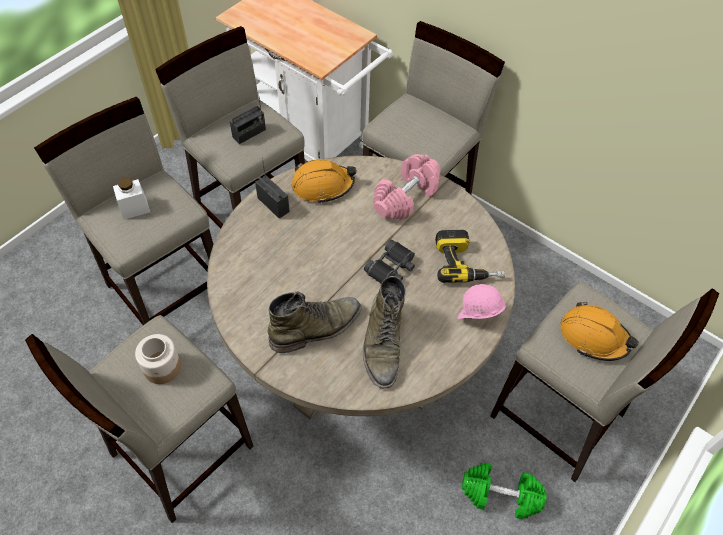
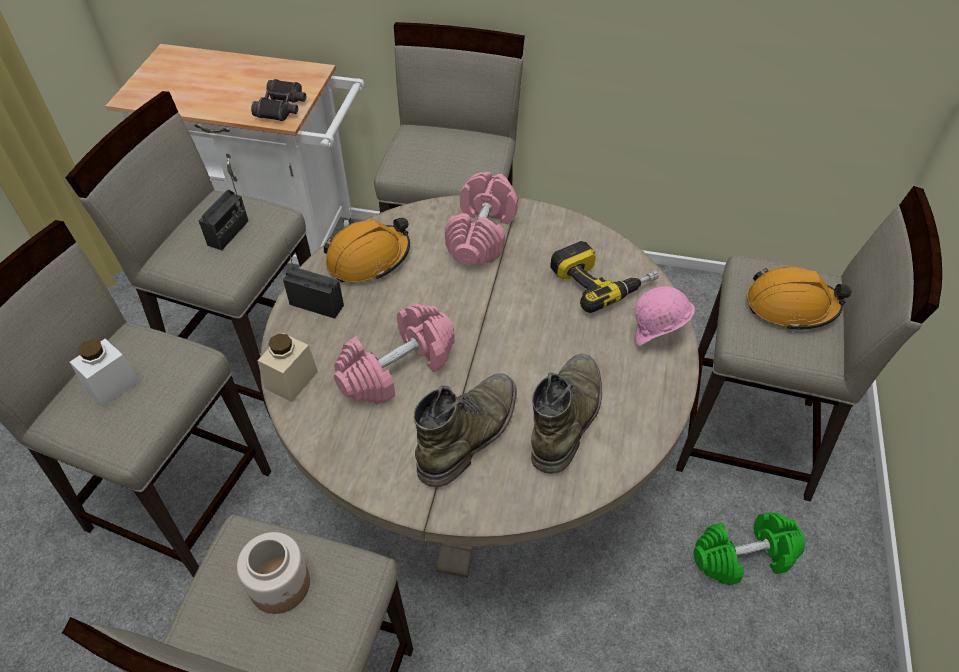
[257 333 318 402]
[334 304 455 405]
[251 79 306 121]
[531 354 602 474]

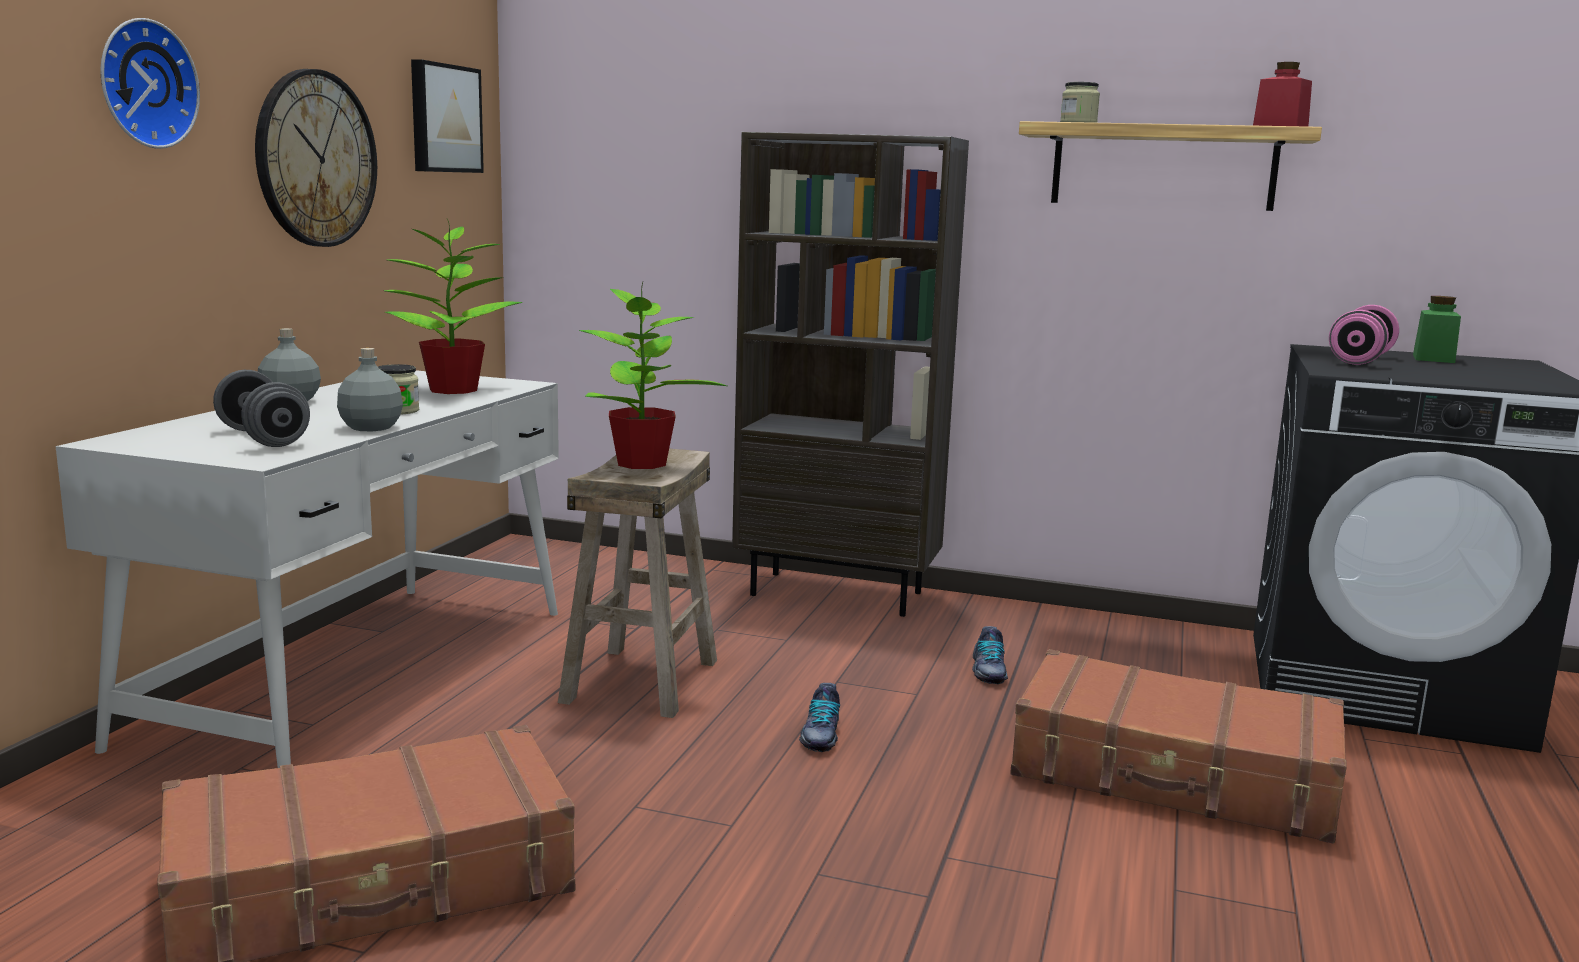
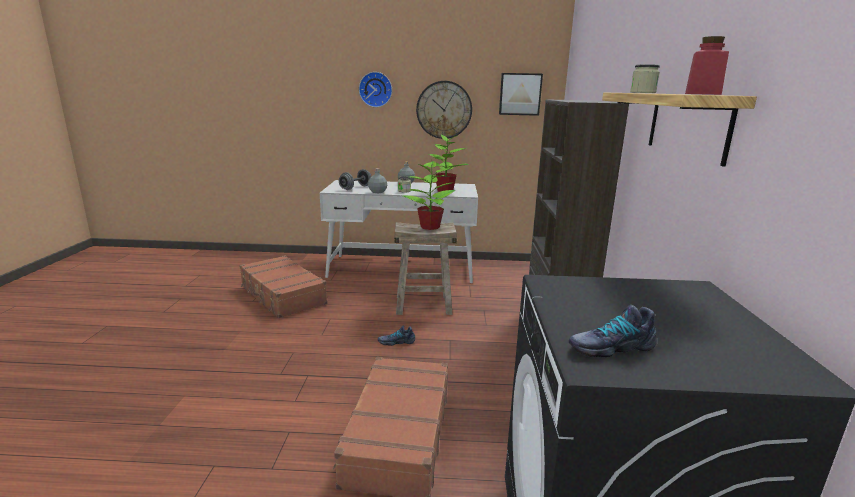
[1329 305 1399 365] (first image)
[1413 296 1461 363] (first image)
[569 305 657 357]

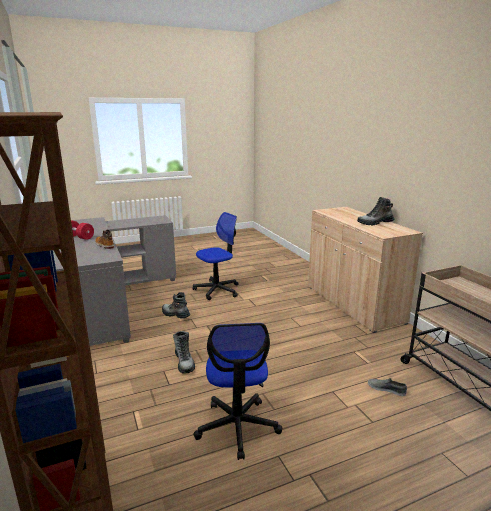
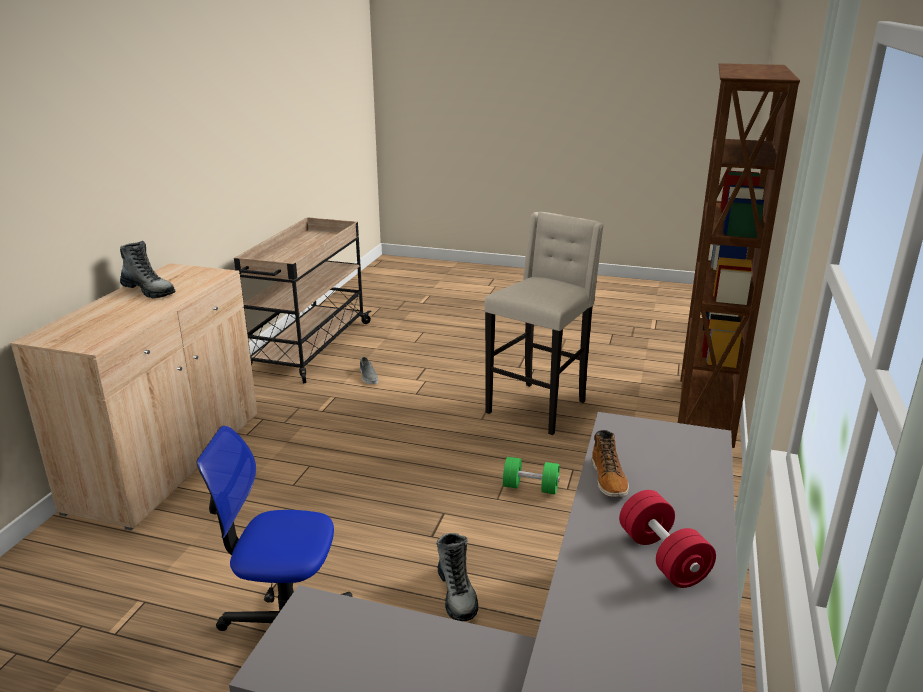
[503 457 560 494]
[484 212 604 435]

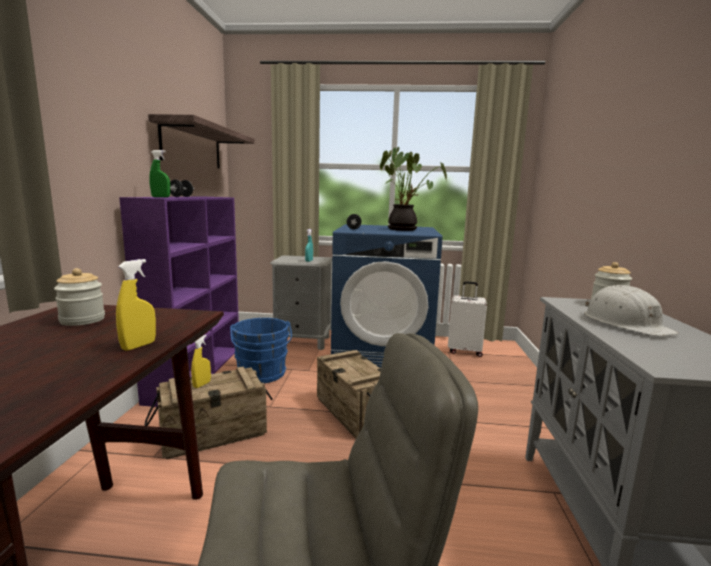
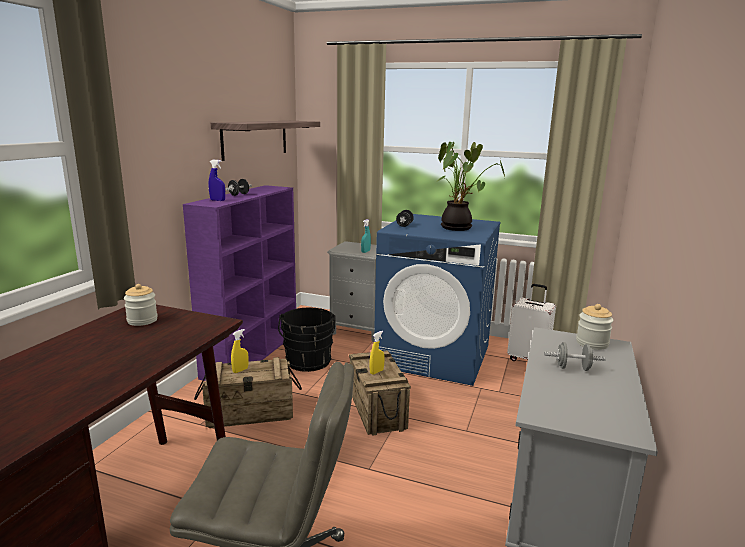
[369 331 385 375]
[544 342 606 371]
[209 160 225 201]
[278 308 336 372]

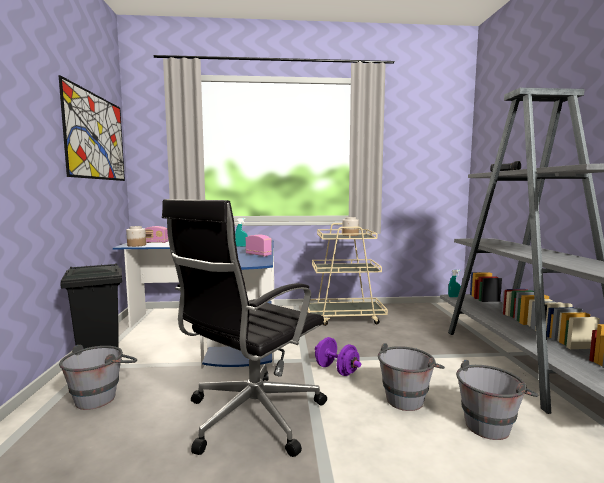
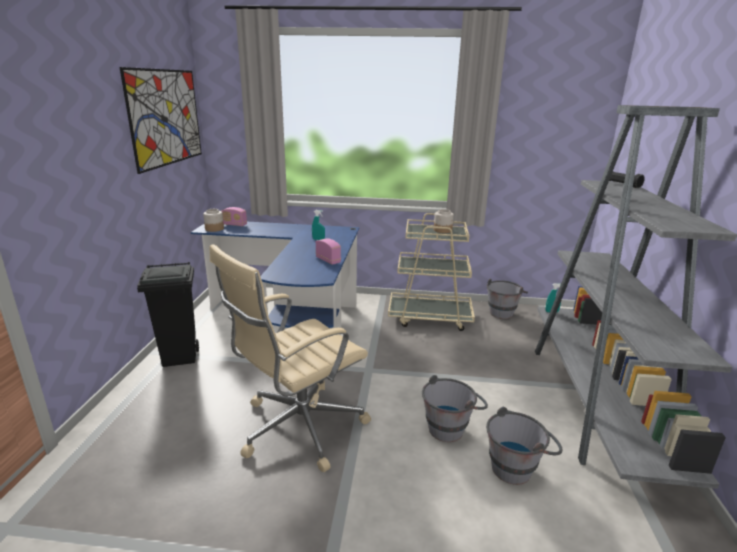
[315 337 361 376] (first image)
[487 279 528 319]
[209 244 371 472]

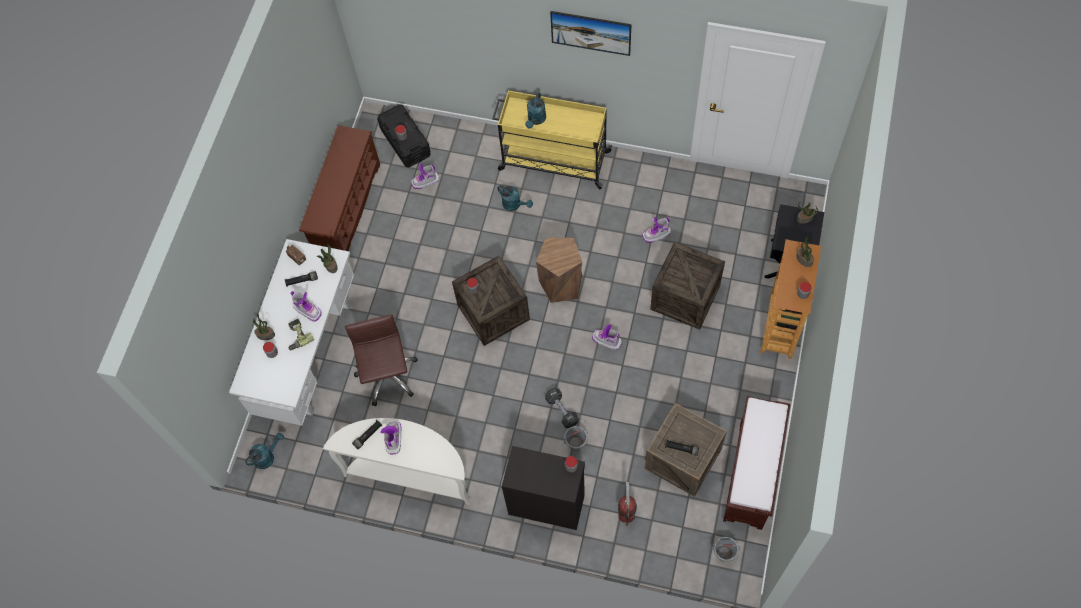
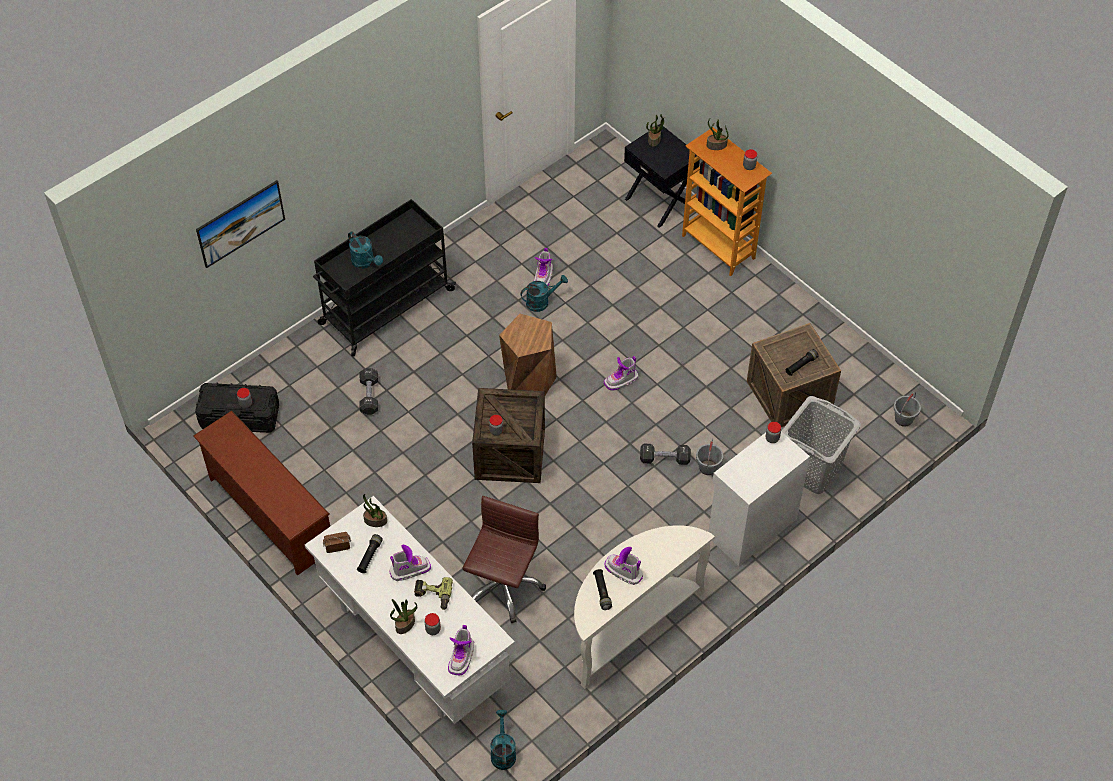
[650 242 725 330] (first image)
[723 396 791 530] (first image)
[359 368 378 415]
[448 625 474 675]
[521 275 568 312]
[196 180 285 268]
[781 396 861 494]
[313 199 456 357]
[709 432 810 566]
[462 496 546 623]

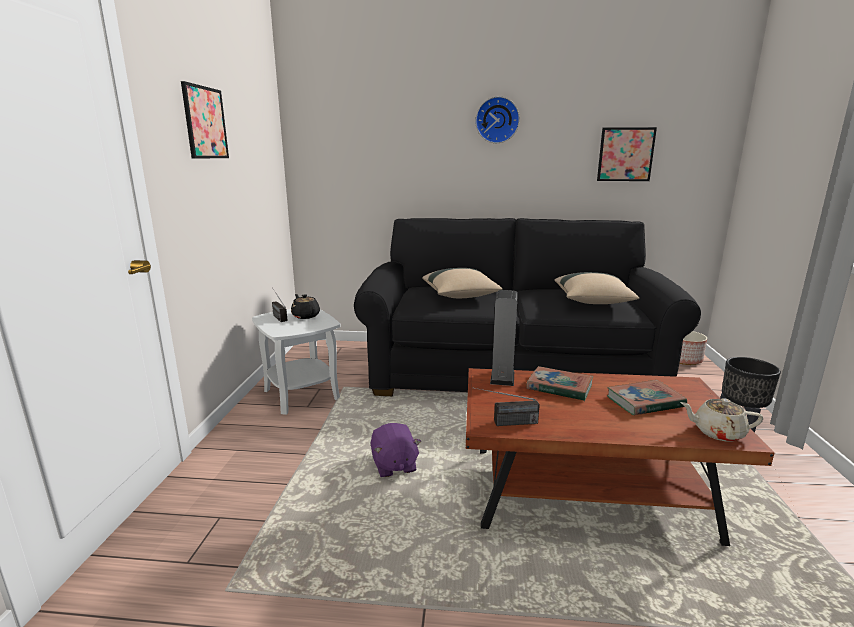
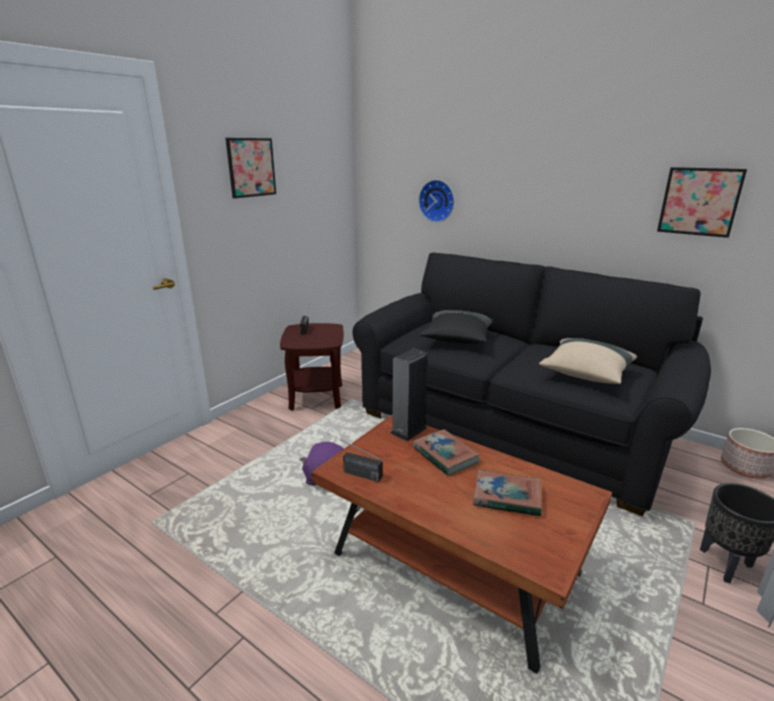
[291 294 320 319] (first image)
[680 398 763 442] (first image)
[419 180 454 222]
[280 323 344 411]
[419 310 494 344]

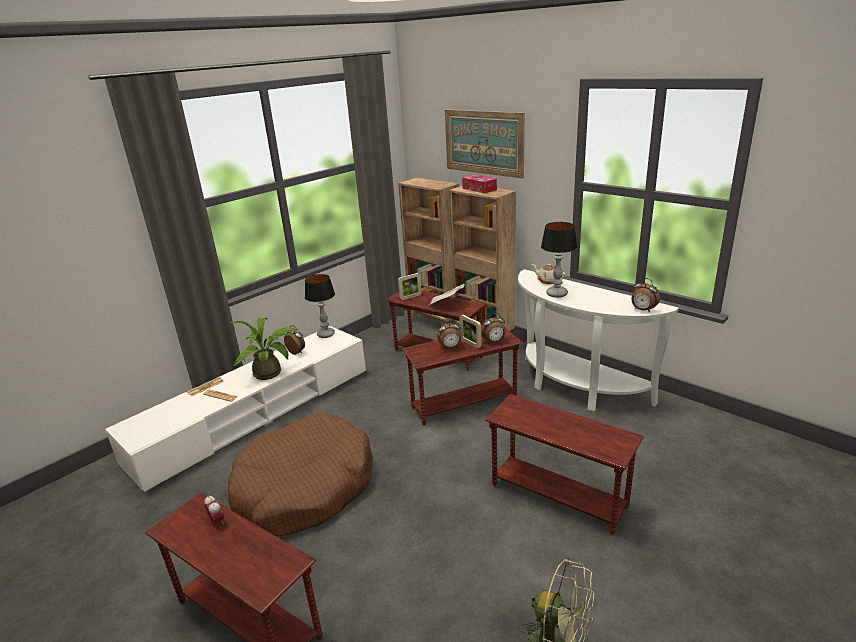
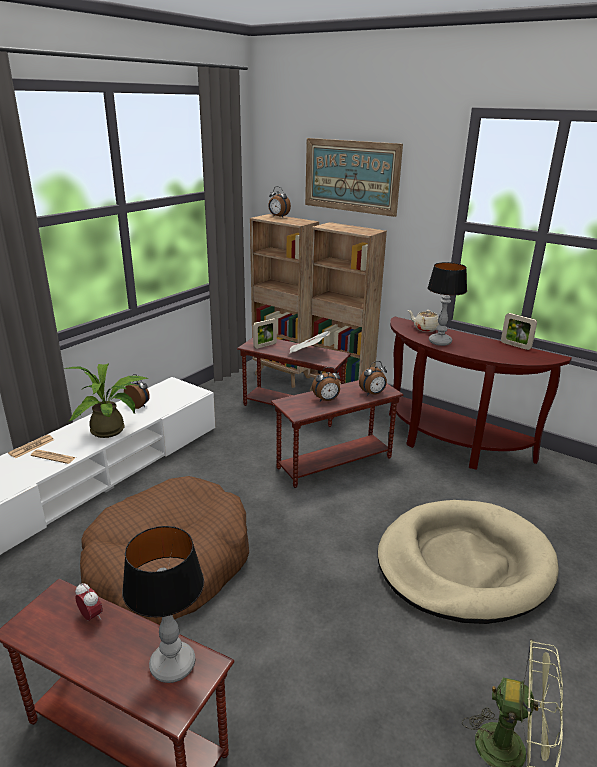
[462 175 497 193] (first image)
[122 526 204 683]
[501 313 537 350]
[268 186 291 217]
[378 500 559 624]
[389 316 572 470]

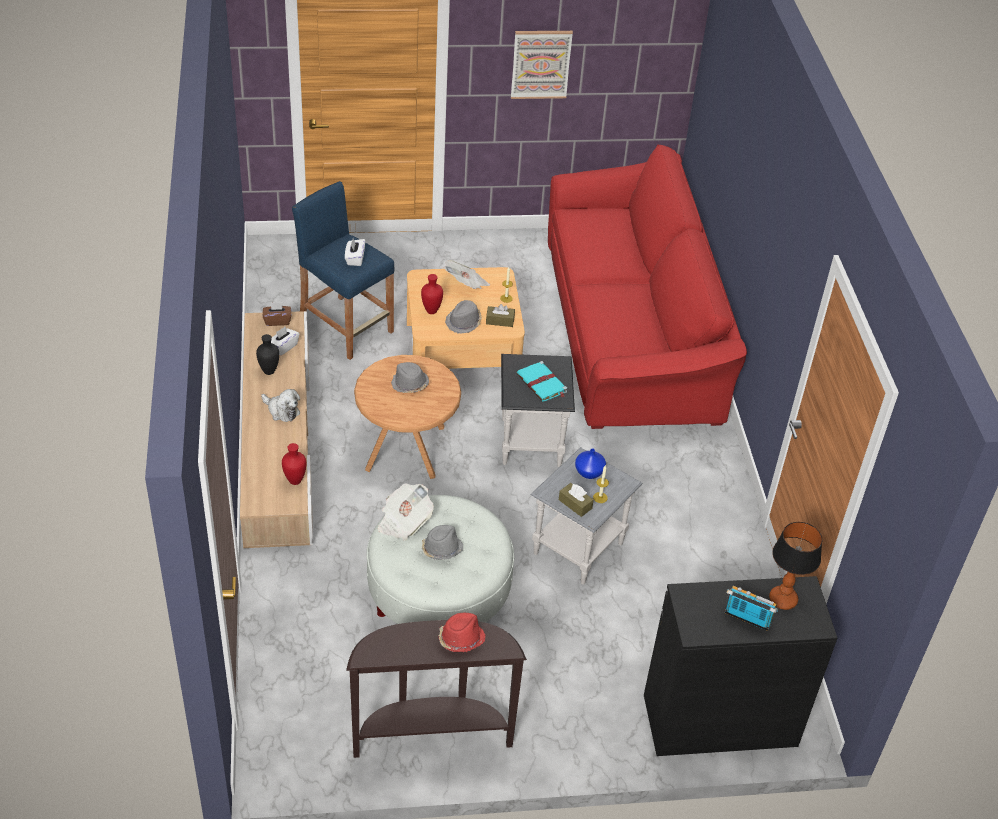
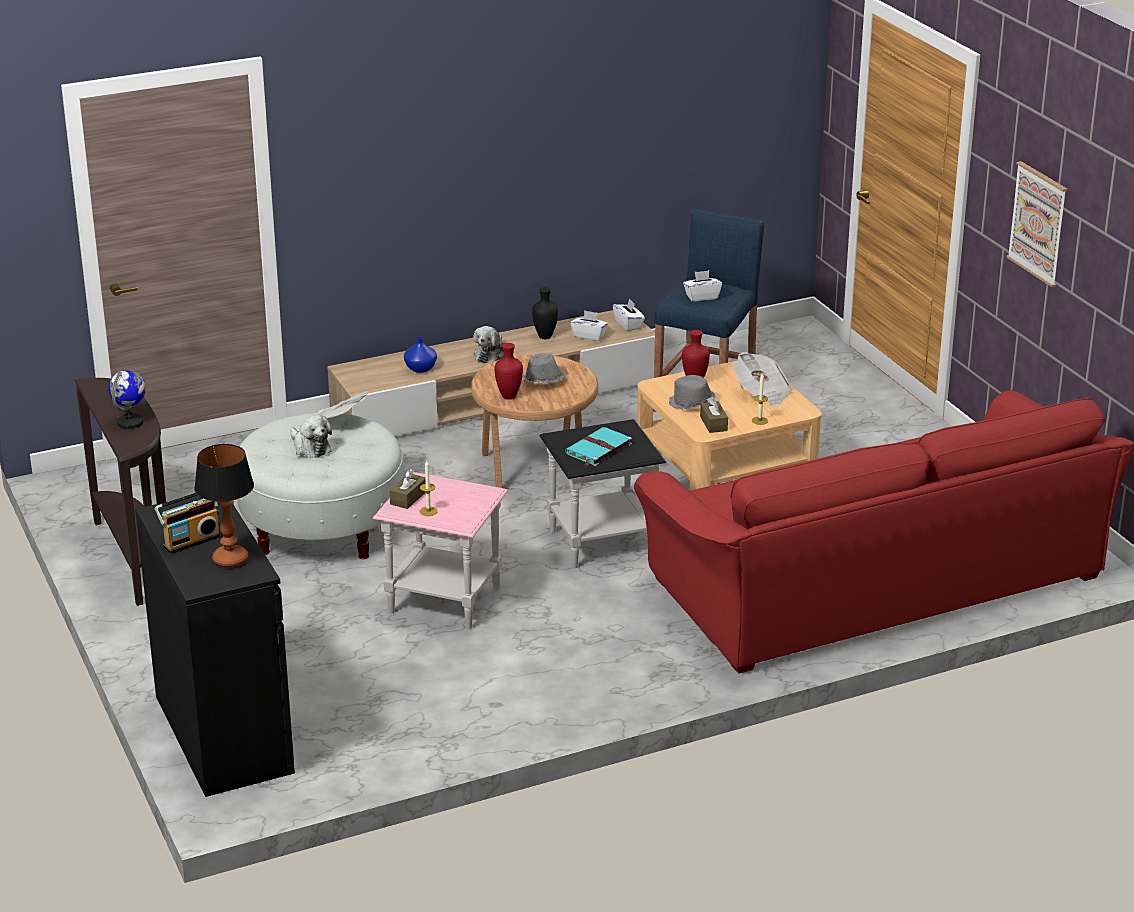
[494 343 523 400]
[404 337 437 373]
[290 415 332 458]
[108 370 146 429]
[613 298 645 331]
[373 472 508 629]
[155 493 221 554]

